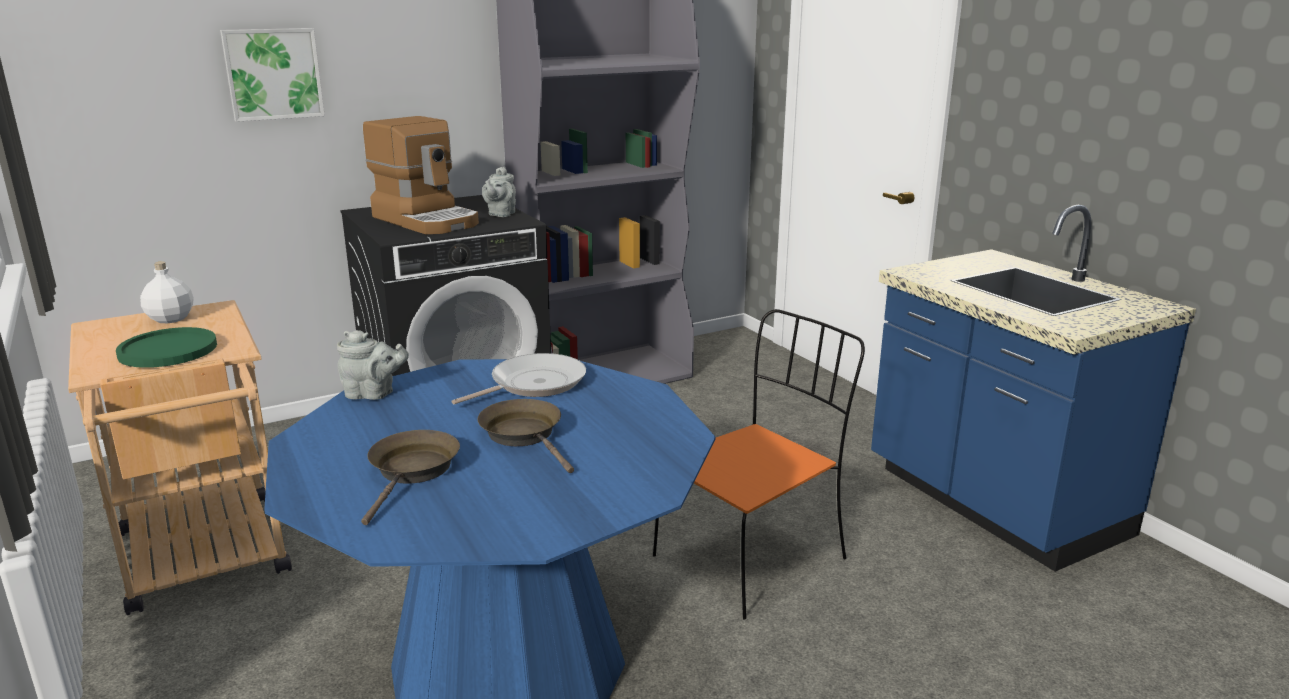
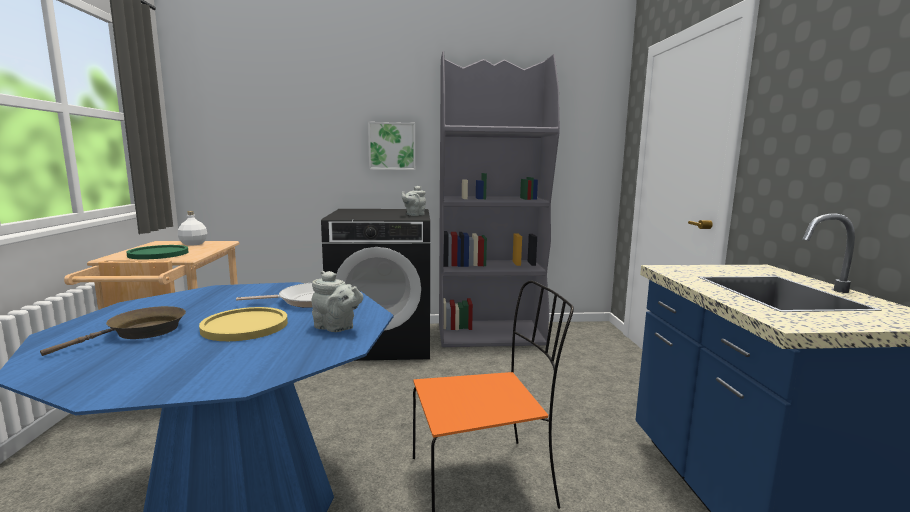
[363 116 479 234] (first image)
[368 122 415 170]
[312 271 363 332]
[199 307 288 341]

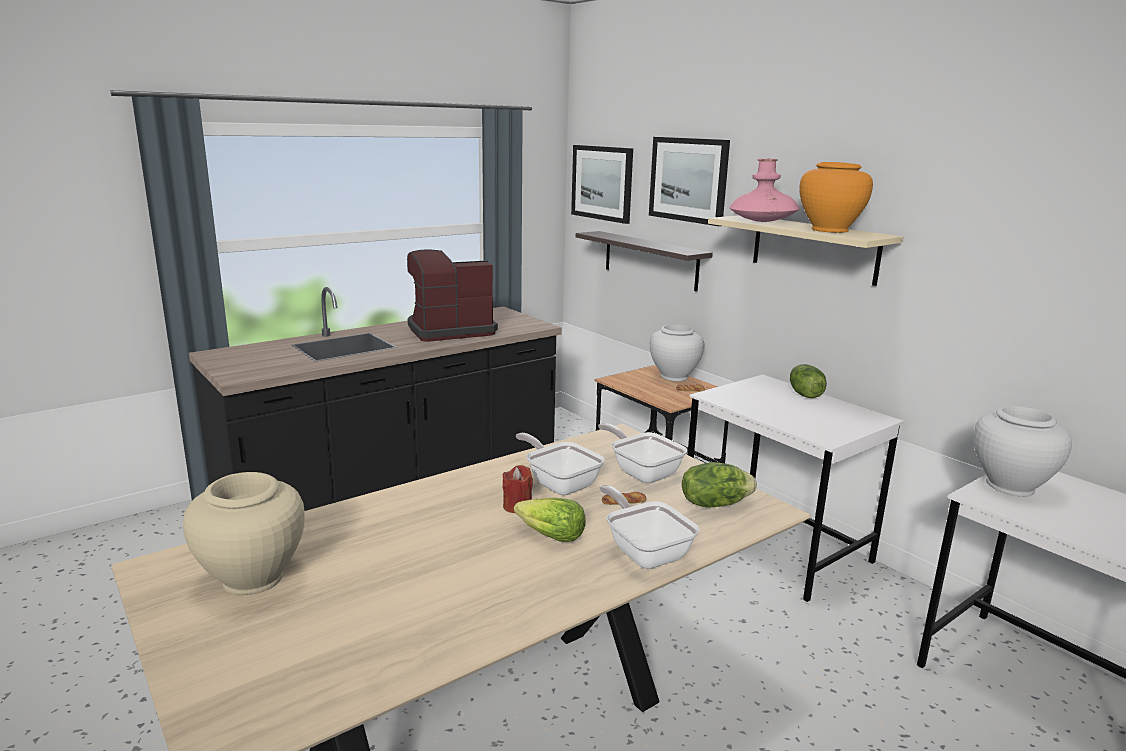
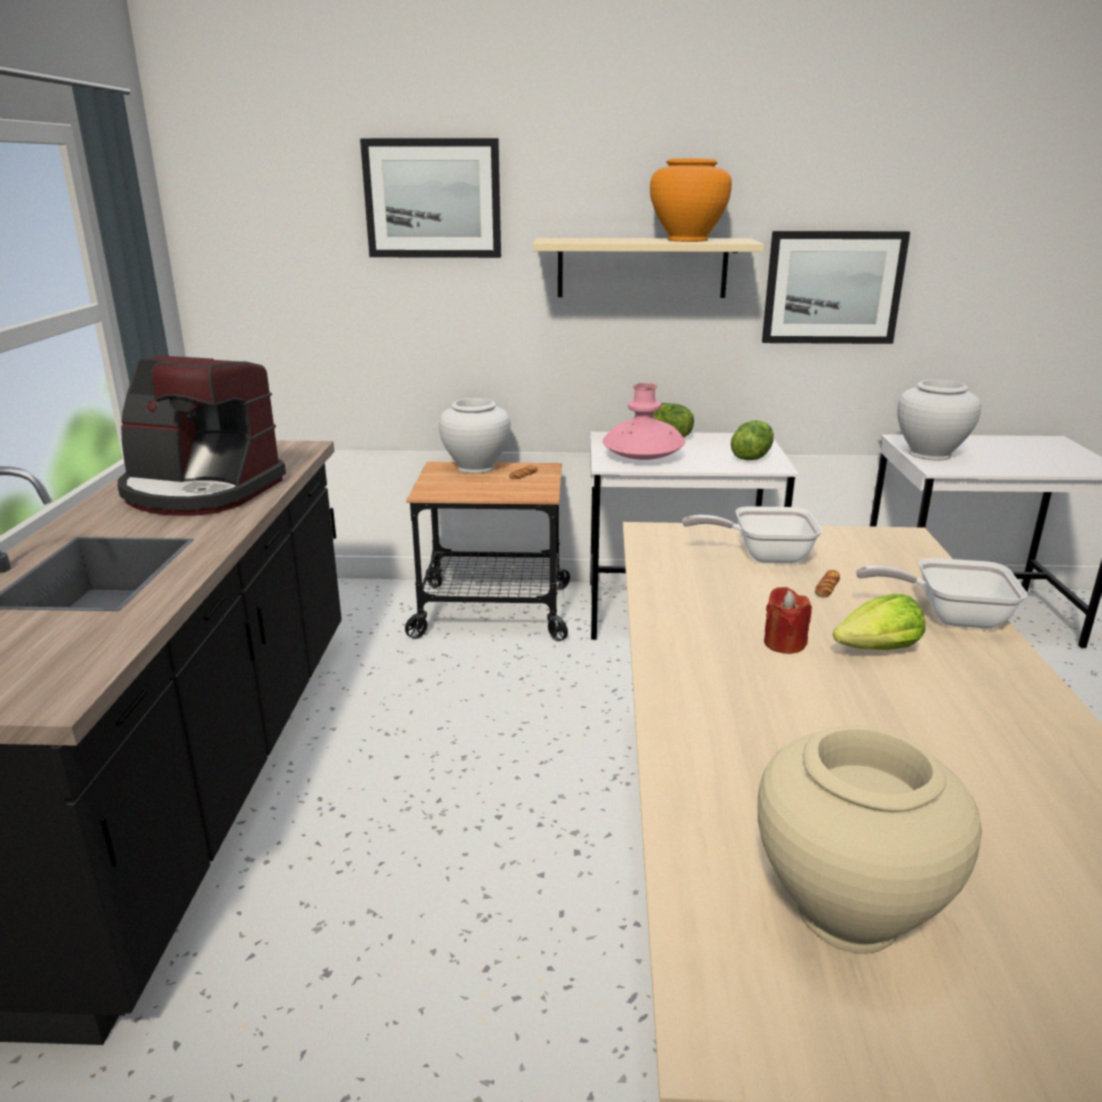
[516 433 605 496] (first image)
[576 231 713 292] (first image)
[762 231 910 344]
[731 420 774 460]
[603 383 685 460]
[118 356 286 516]

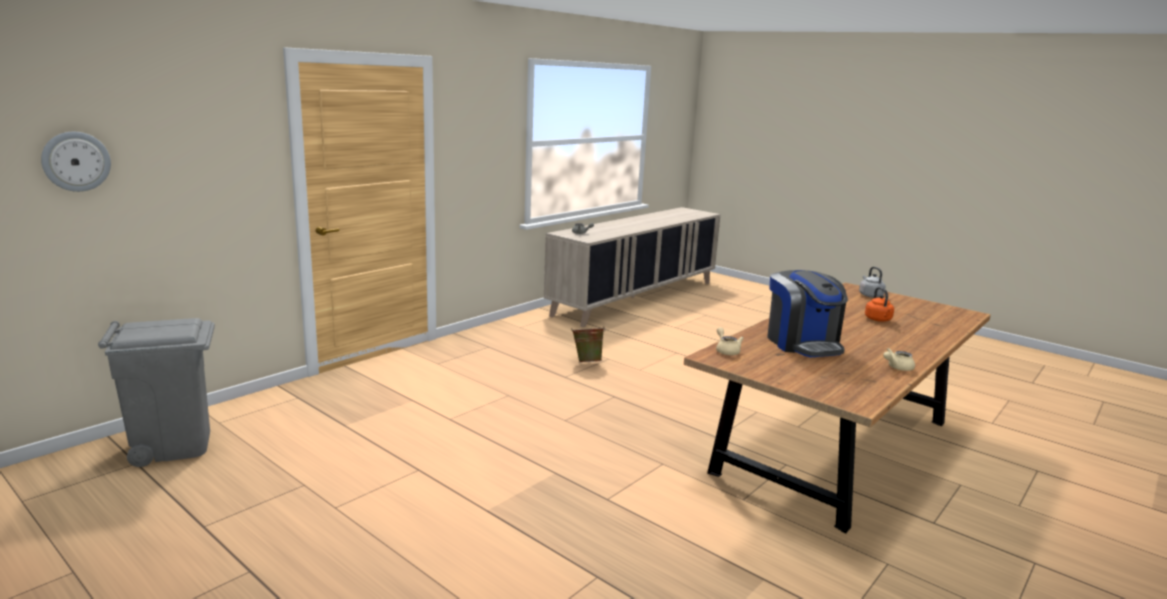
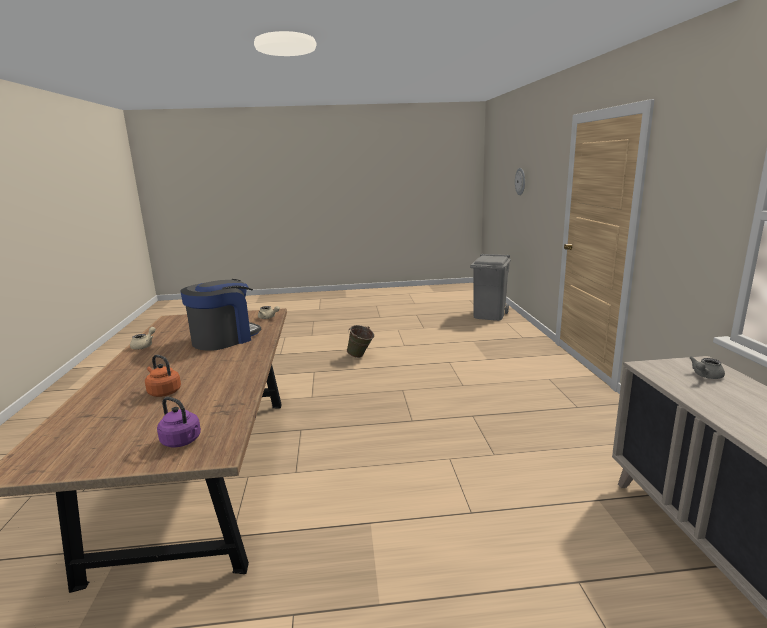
[347 325 374 358]
[157 397 201 447]
[180 279 261 351]

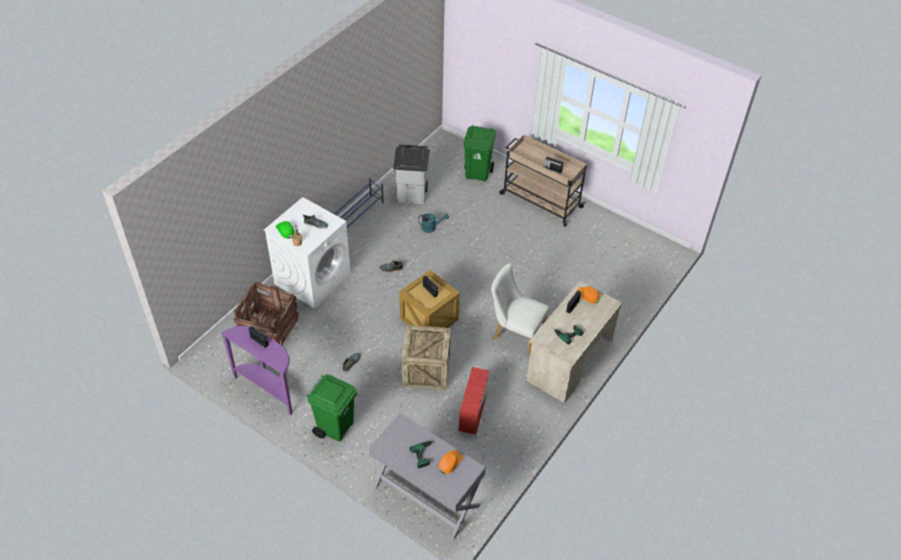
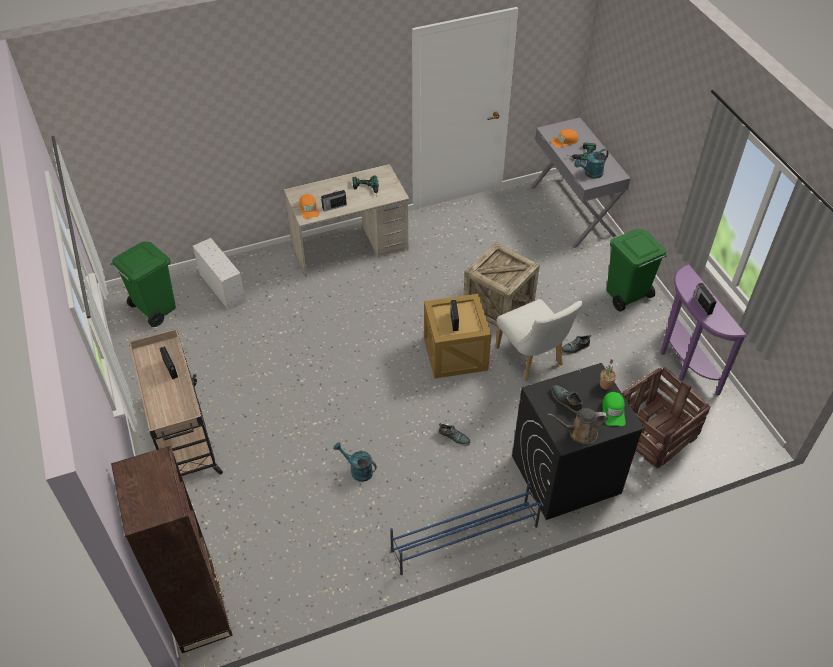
[393 144 430 205] (first image)
[459 367 489 434] (first image)
[111 446 233 653]
[193 238 246 310]
[548 408 608 444]
[574 149 609 179]
[110 242 176 327]
[495 299 583 381]
[512 363 645 520]

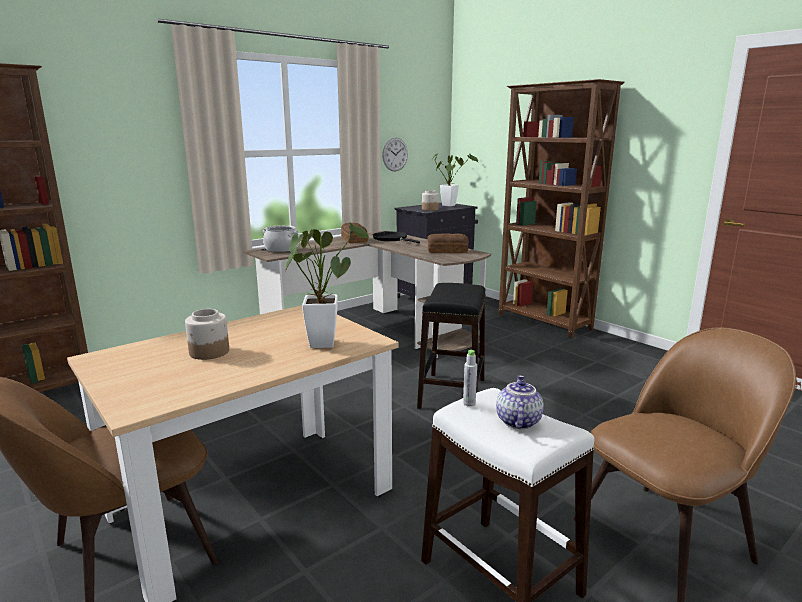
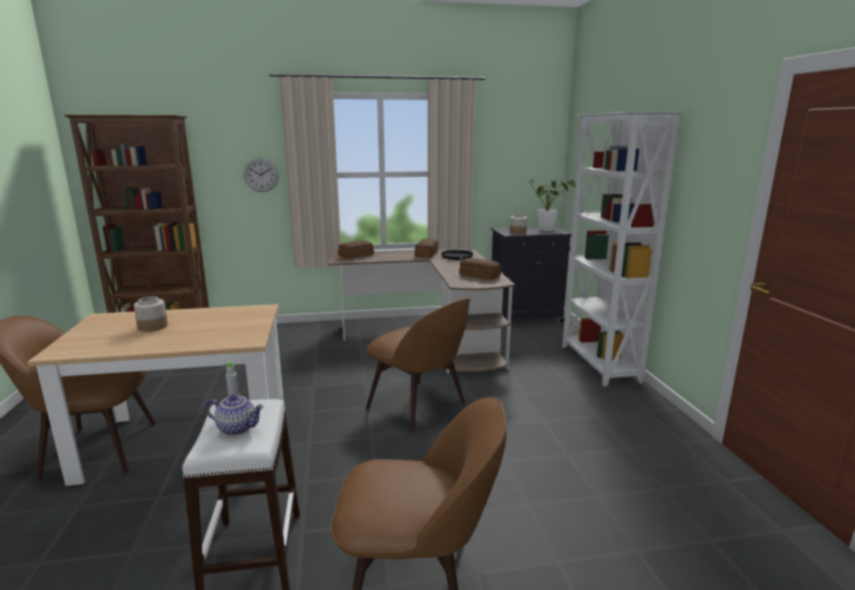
[285 222 370 348] (first image)
[244 158 279 192]
[338 240 374 259]
[366 298 471 433]
[562 111 683 387]
[205 394 264 436]

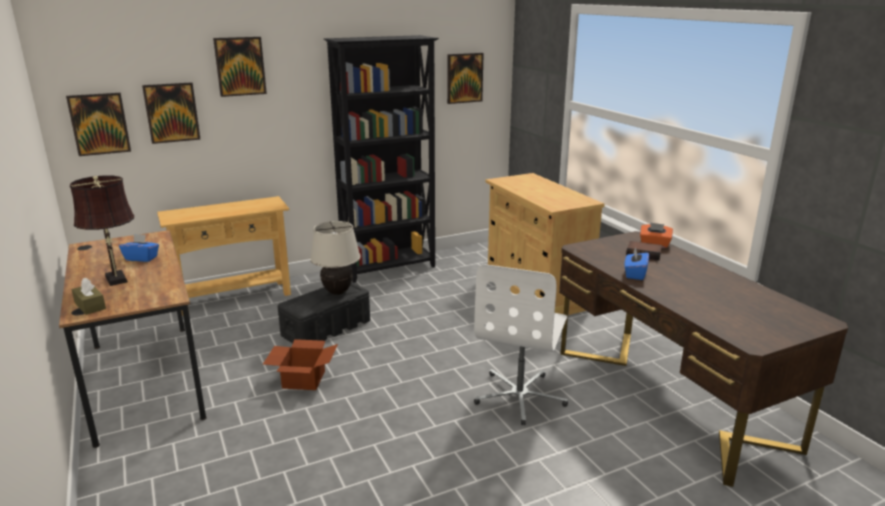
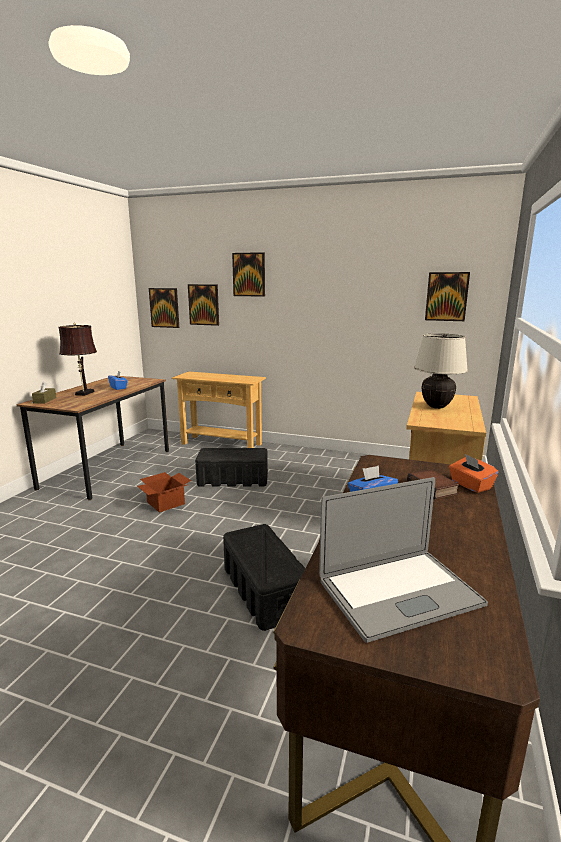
[324 35 439 283] (first image)
[319 477 488 643]
[414 333 468 409]
[223 524 306 631]

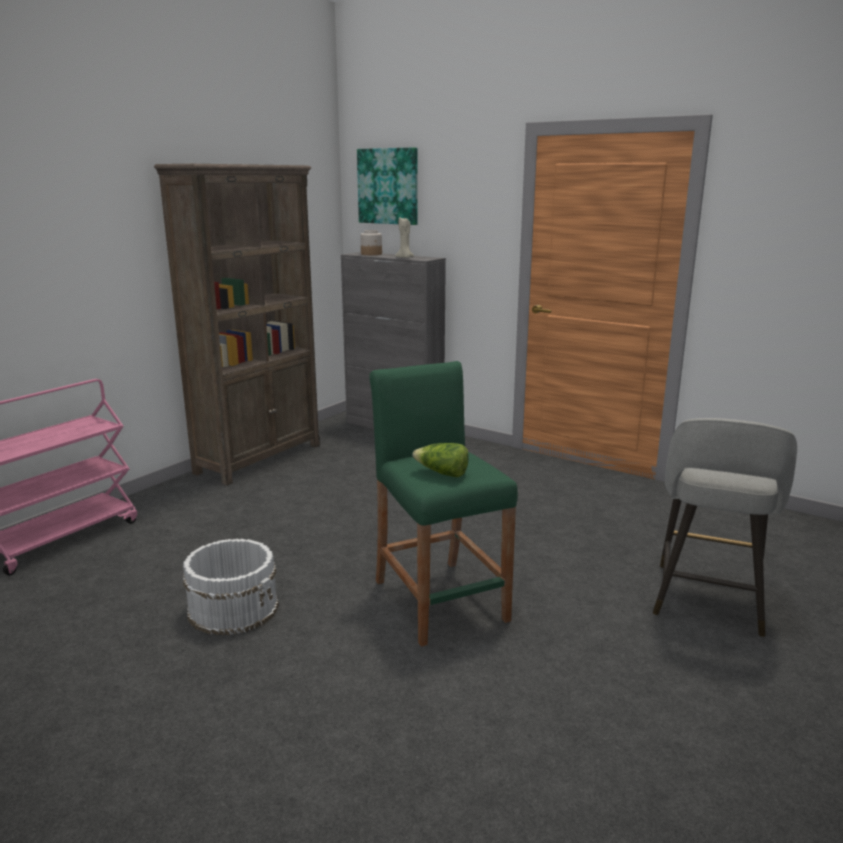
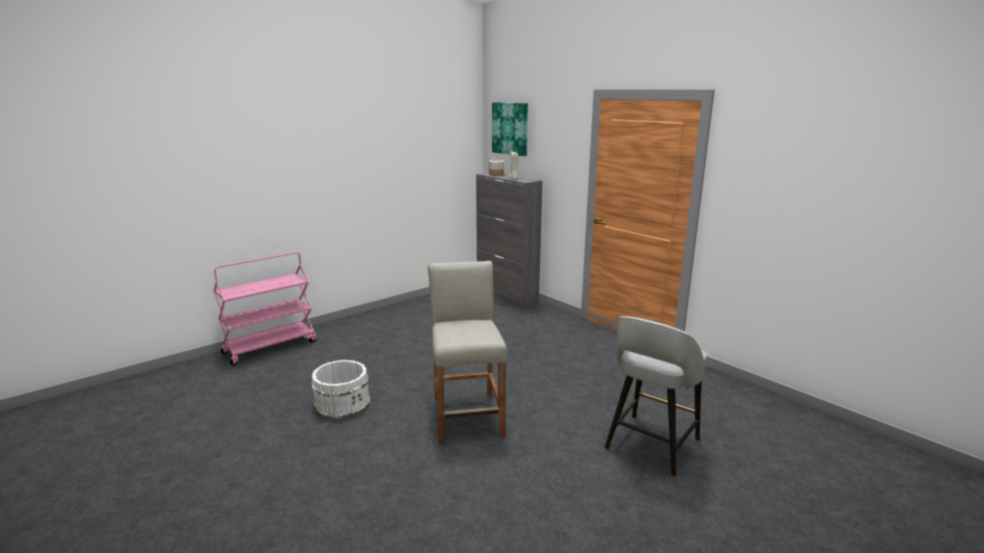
[154 164 320 486] (first image)
[412 443 469 477] (first image)
[428 261 507 444]

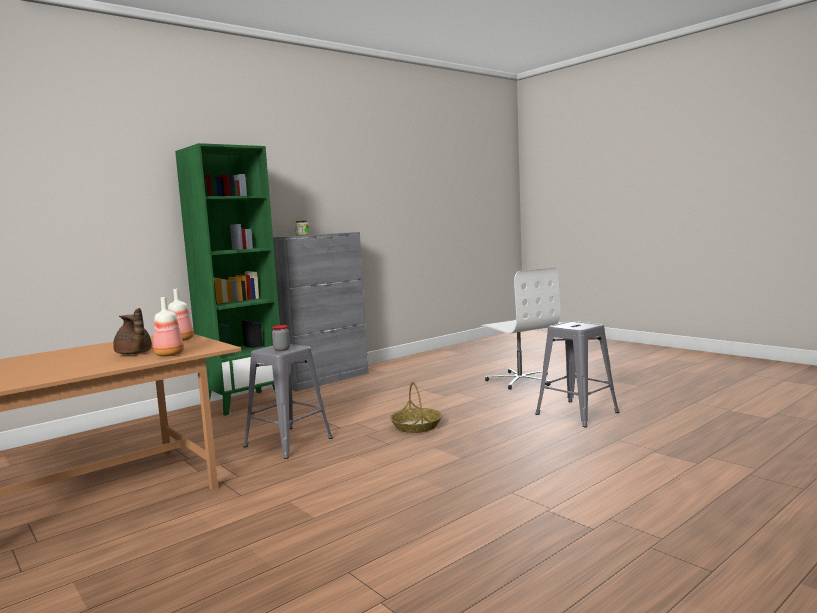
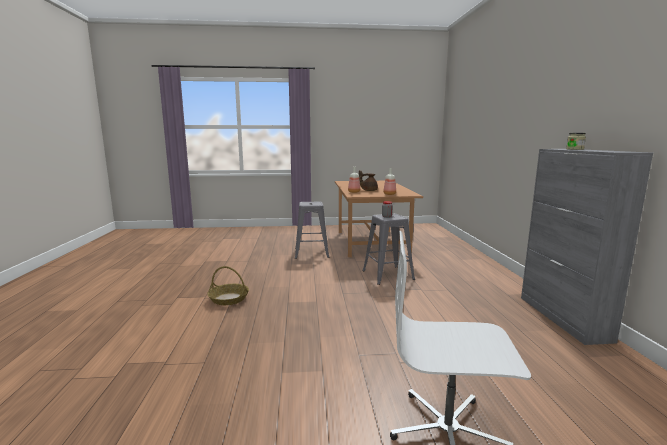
[175 143 280 416] (first image)
[207 266 249 305]
[295 202 330 259]

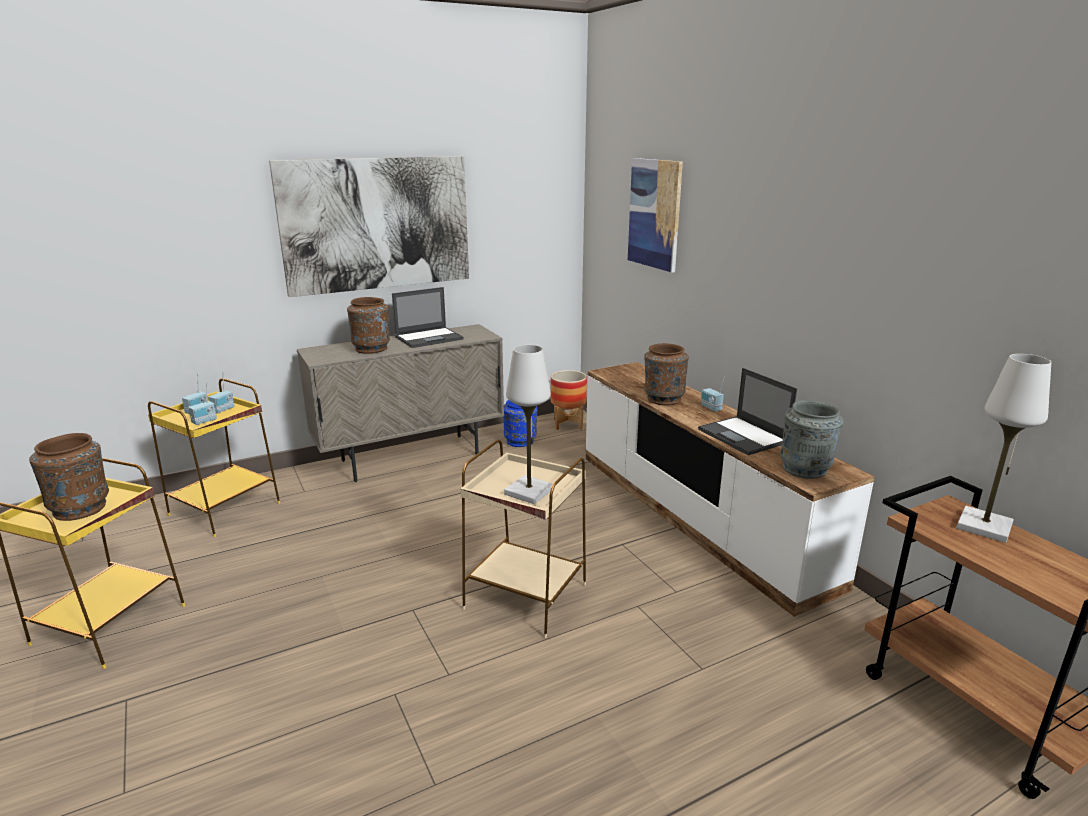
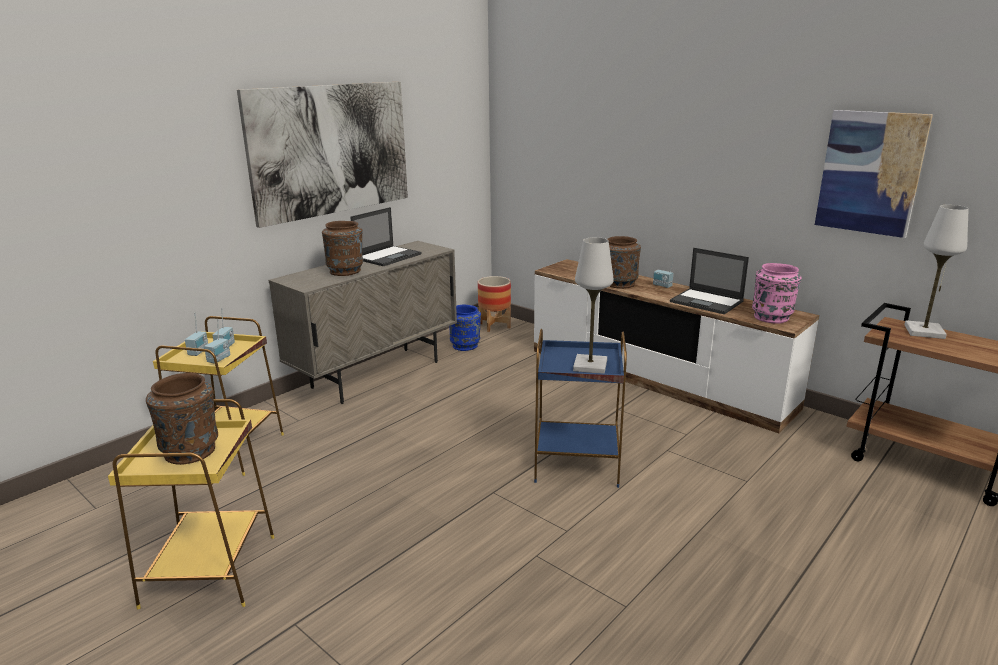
[815 110 933 238]
[534 329 627 488]
[752 263 802 324]

